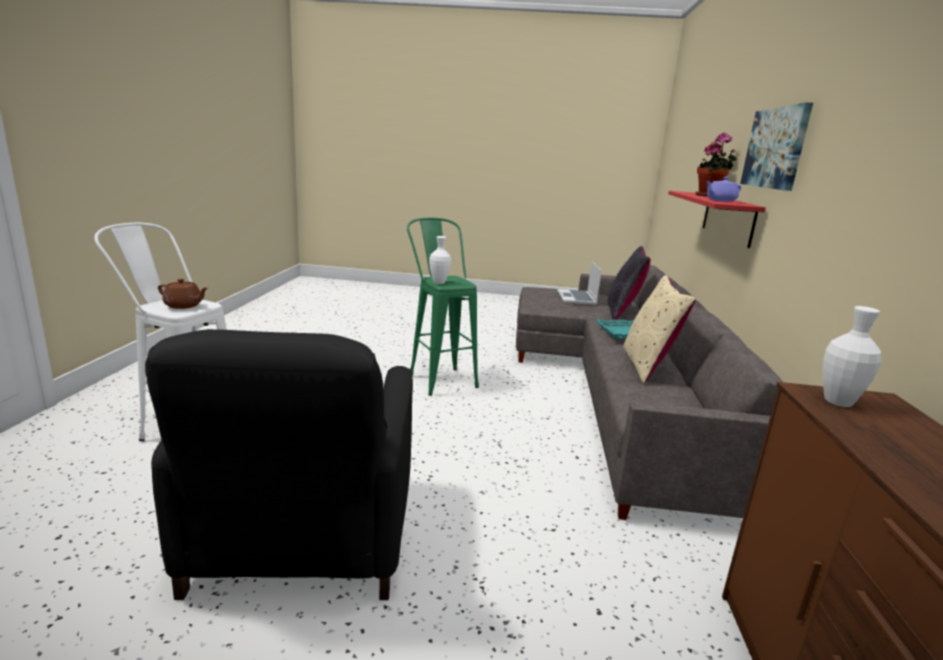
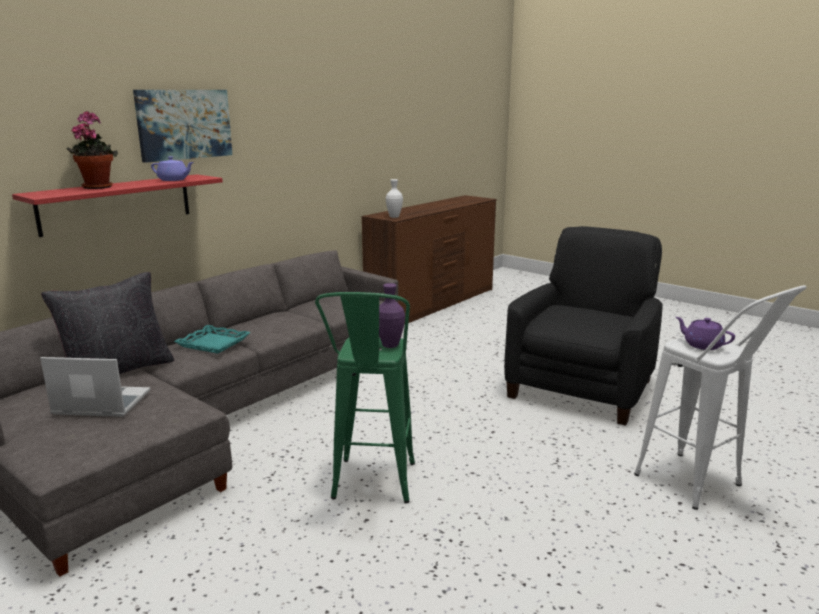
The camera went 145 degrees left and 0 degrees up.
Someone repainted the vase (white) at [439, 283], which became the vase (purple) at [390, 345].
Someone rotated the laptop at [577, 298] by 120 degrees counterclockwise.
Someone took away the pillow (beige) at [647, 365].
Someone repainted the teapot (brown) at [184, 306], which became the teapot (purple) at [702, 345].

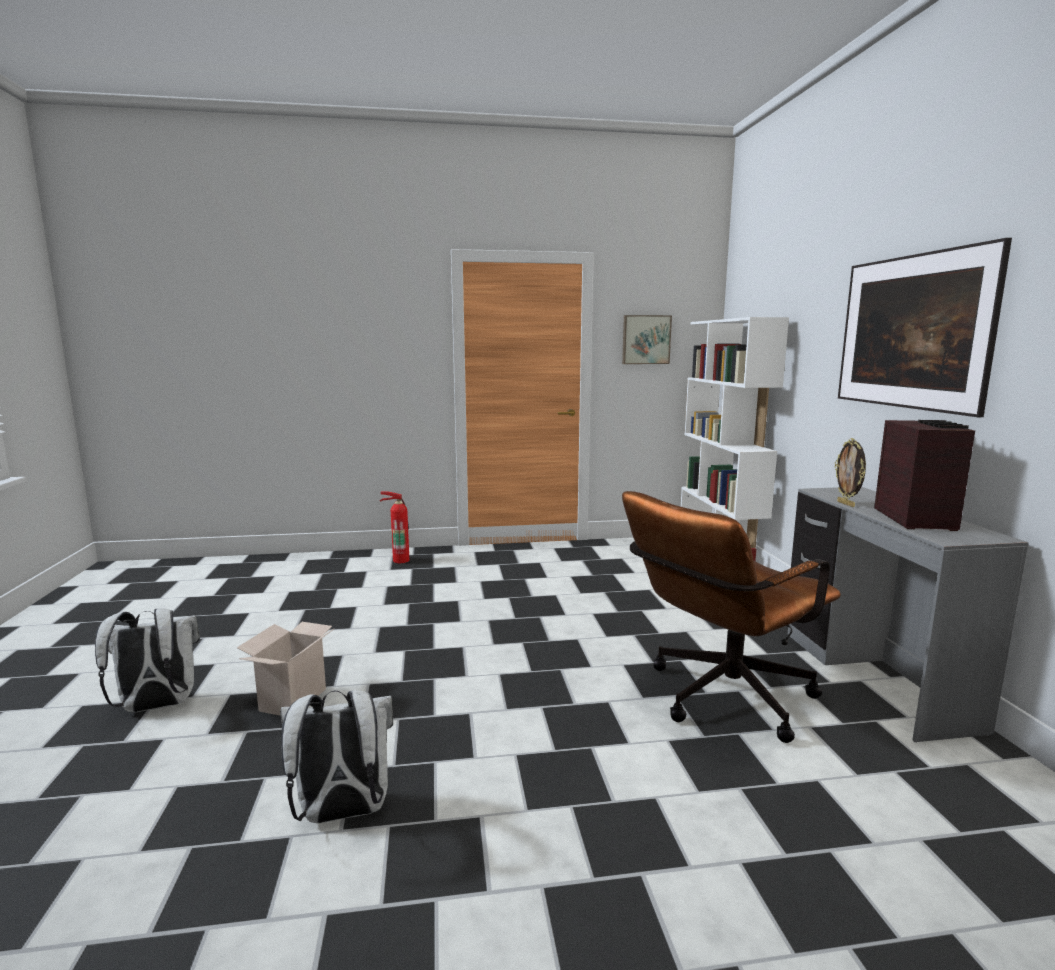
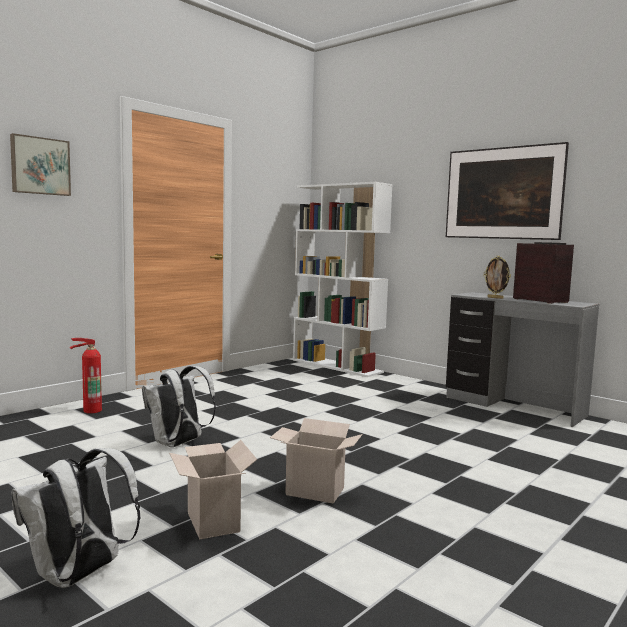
The camera went 40 degrees left and 5 degrees down.
Someone carried the picture from [645, 339] to [40, 166].
Someone took away the office chair (brown) at [720, 699].
Someone carried the backpack (white) from [342, 813] to [178, 444].
Someone put down the cardboard box at [312, 492].

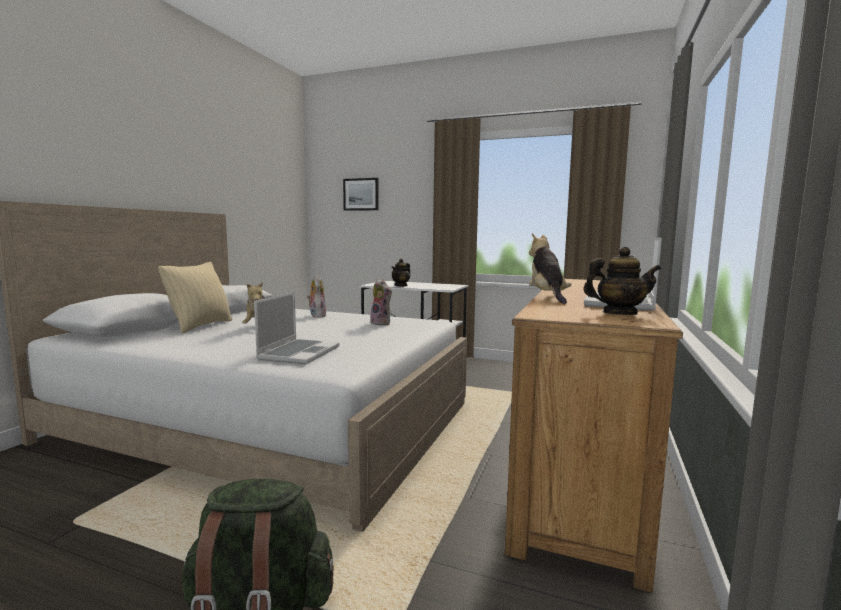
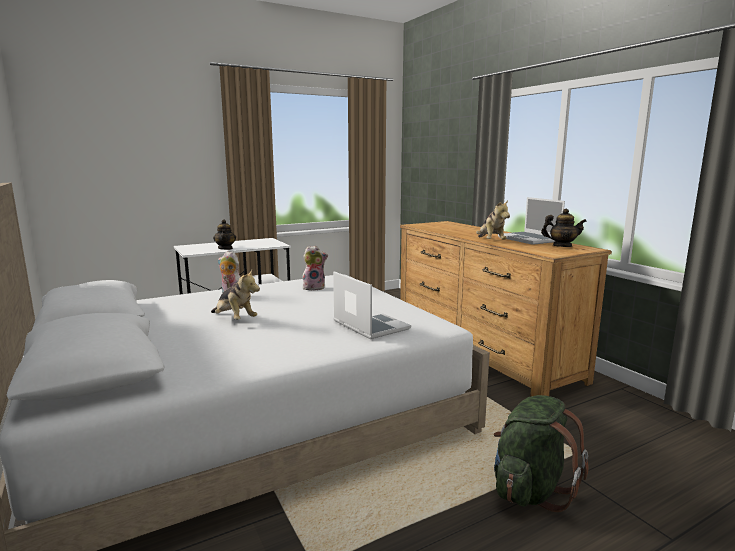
The camera went 50 degrees left and 5 degrees up.
Someone took away the picture at [361, 194].
Someone rotated the plush toy at [547, 297] by 135 degrees counterclockwise.
Someone rotated the teapot at [619, 313] by 60 degrees clockwise.
Someone took away the pillow (beige) at [201, 326].

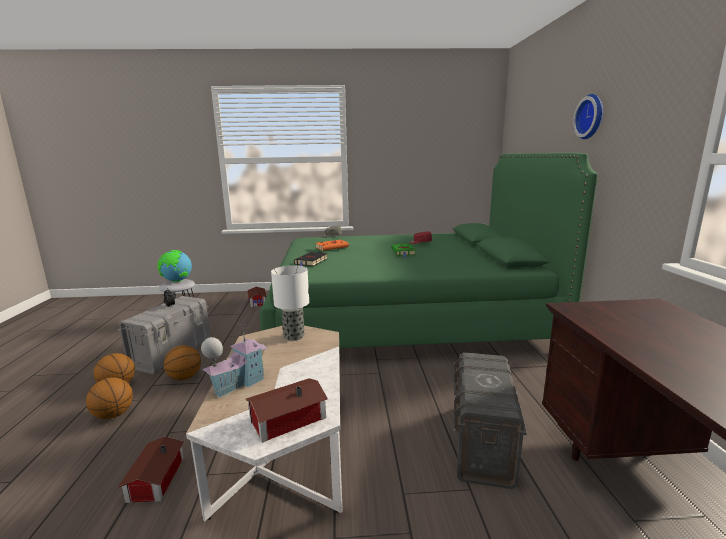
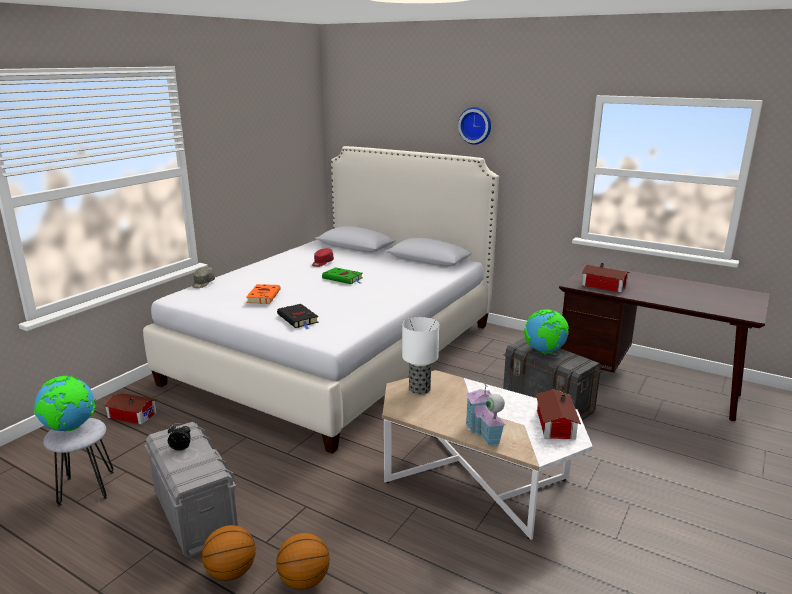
The camera went 55 degrees left and 5 degrees up.
Someone repainted the bed (green) at [405, 318], which became the bed (white) at [337, 352].
Someone took away the basketball at [185, 377].
Someone carried the toy house from [154, 480] to [605, 286].
Someone put down the globe at [545, 351].

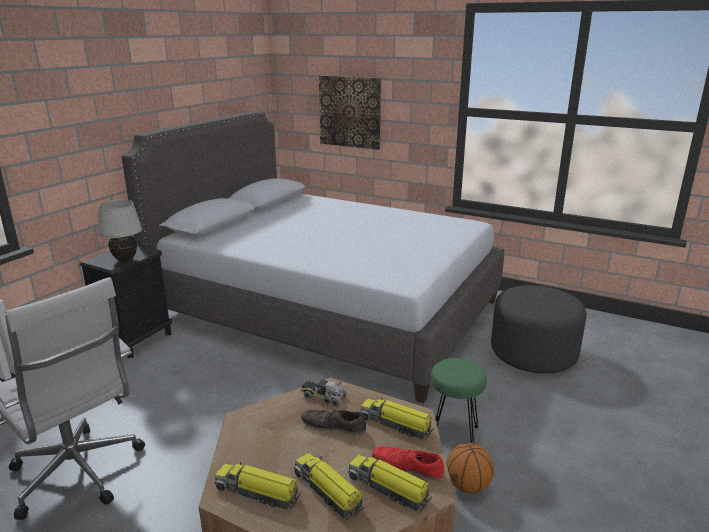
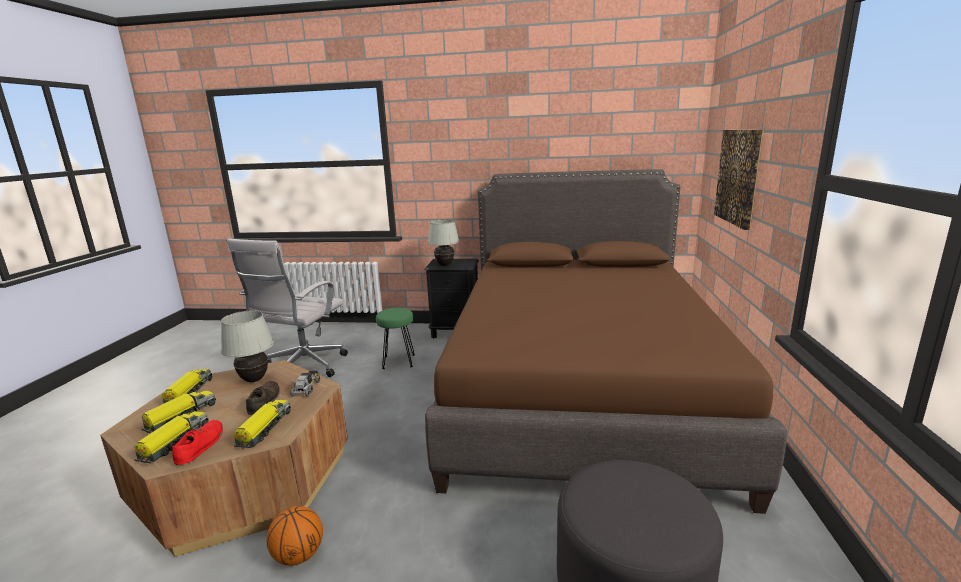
The camera went 70 degrees right and 5 degrees down.
Someone repainted the bed (grey) at [328, 310], which became the bed (brown) at [579, 388].
Someone carried the stool (green) from [453, 435] to [398, 361].
Someone put down the table lamp (white) at [254, 380].

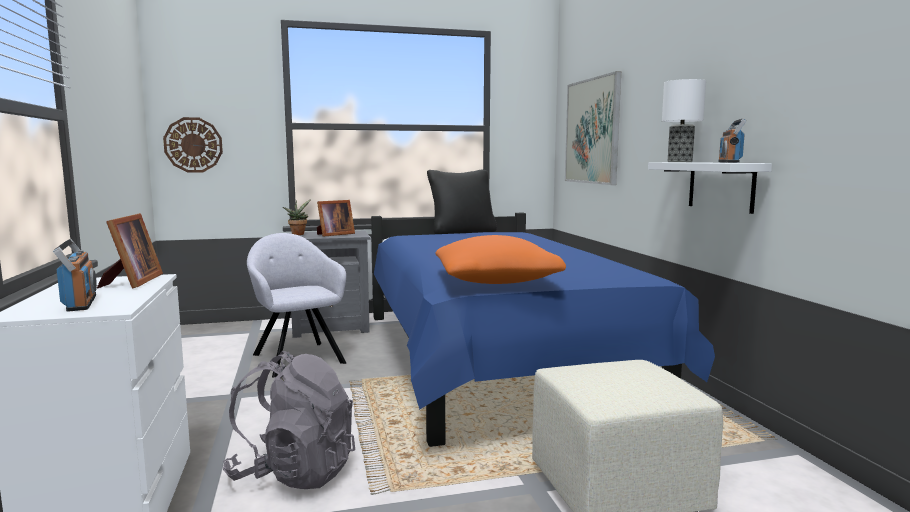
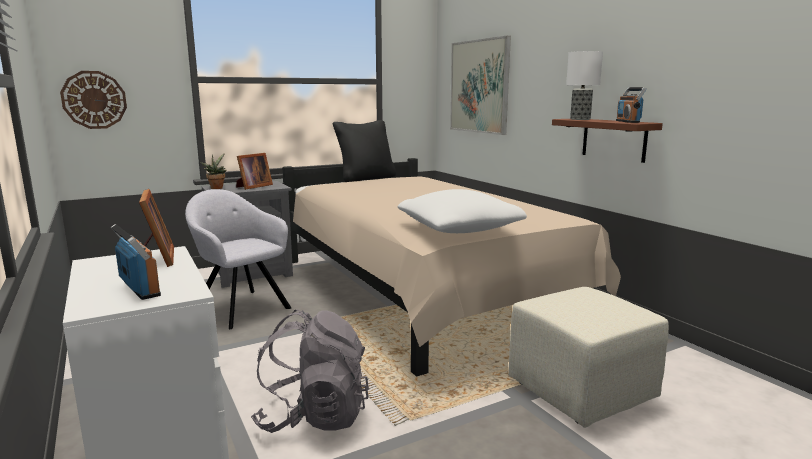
The camera went 15 degrees left and 5 degrees up.
Someone repainted the shelf (white) at [721, 186], which became the shelf (brown) at [614, 139].
Someone repainted the bed (blue) at [494, 361], which became the bed (beige) at [421, 293].
Someone repainted the pillow (orange) at [496, 280], which became the pillow (white) at [459, 229].

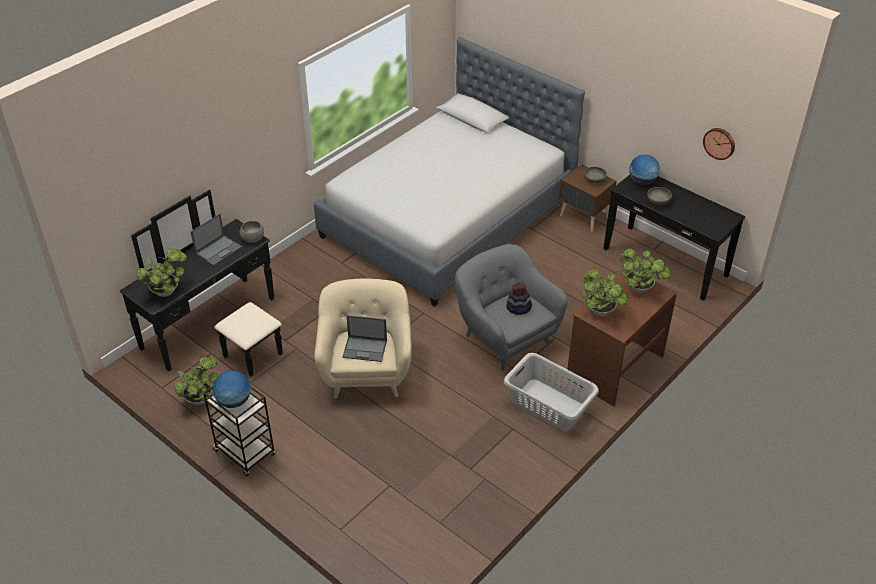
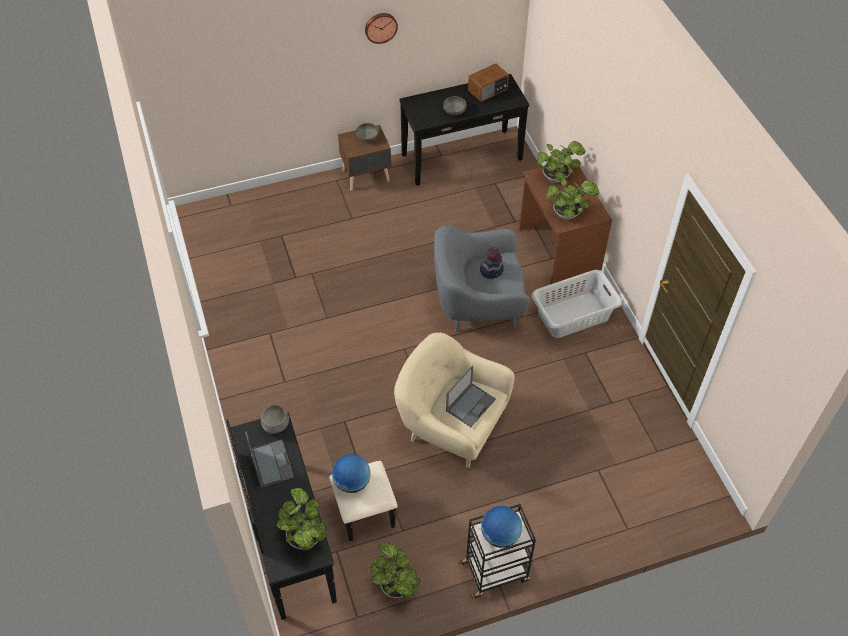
The camera went 60 degrees left and 10 degrees up.
Someone took away the bed at [448, 218].
Someone carried the wall clock from [719, 143] to [380, 27].
Someone carried the globe from [642, 181] to [352, 482].
Someone put down the radio at [488, 90].

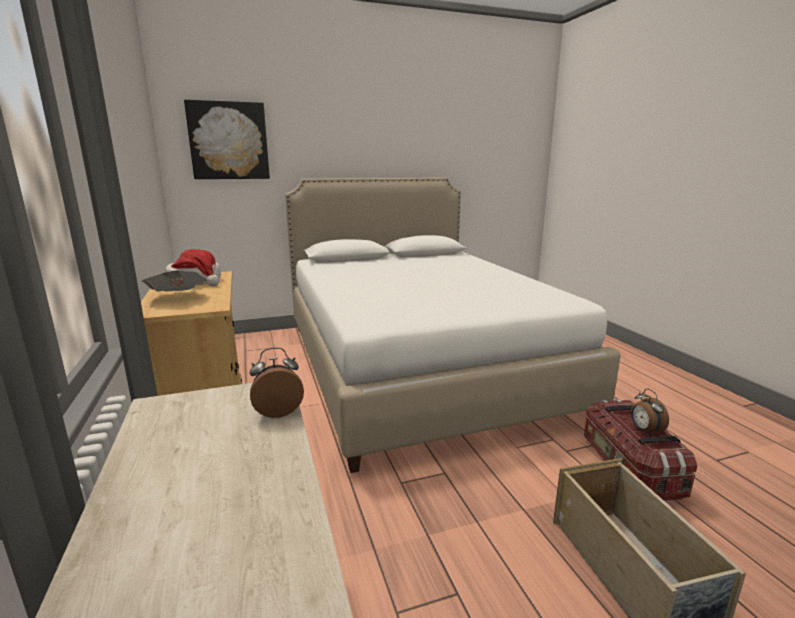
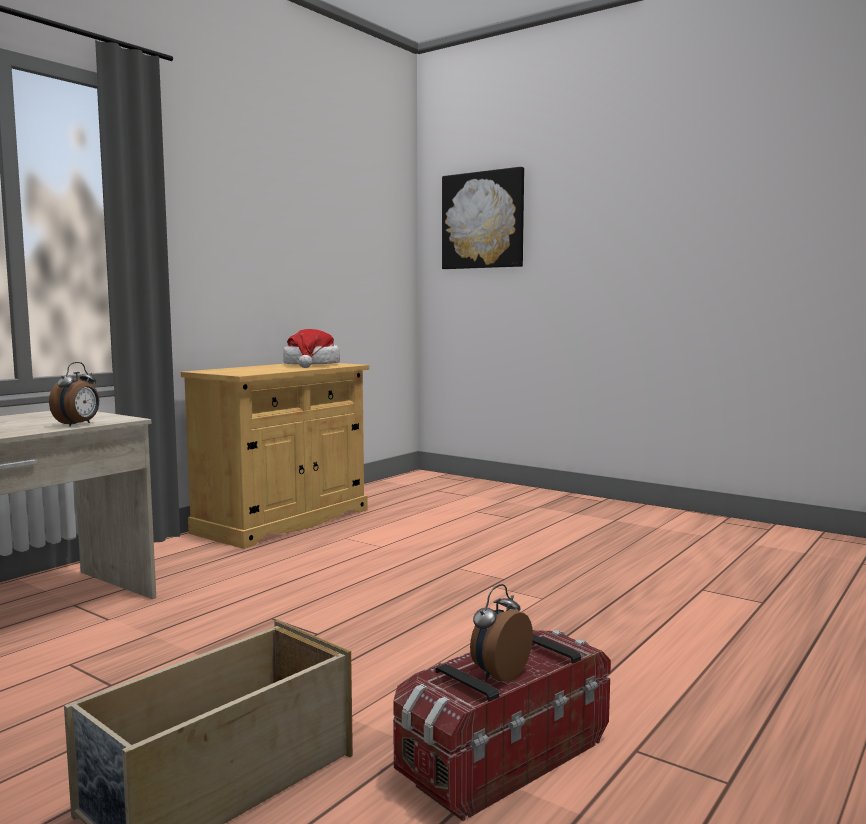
The camera went 55 degrees right and 10 degrees down.
Someone took away the bed (white) at [417, 365].
Someone took away the newspaper at [178, 297].
Someone rotated the alarm clock at [278, 411] by 75 degrees clockwise.

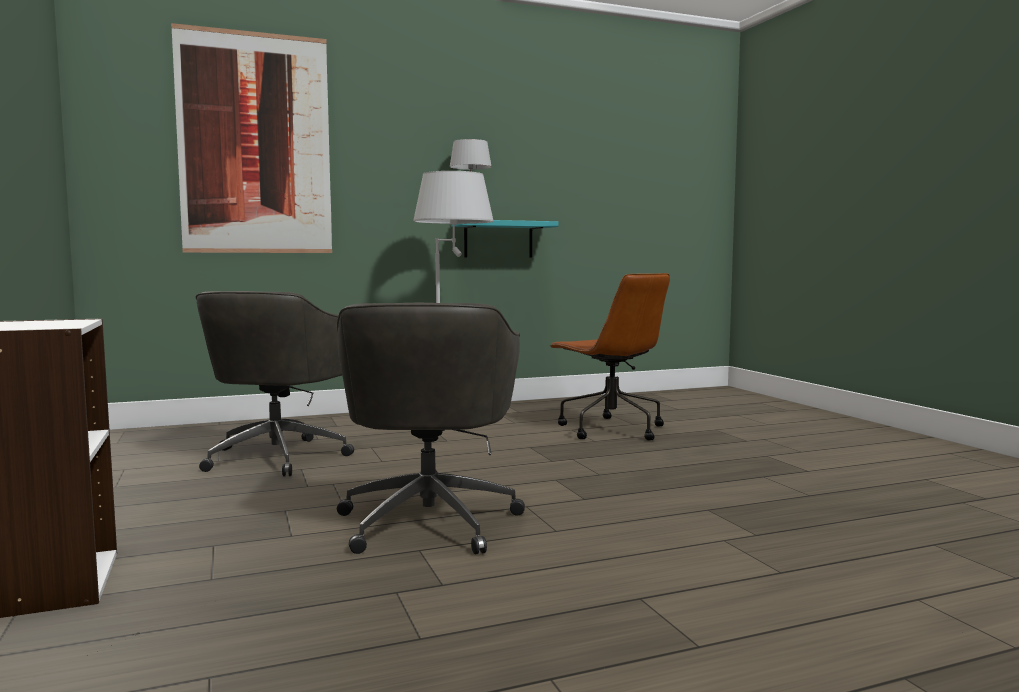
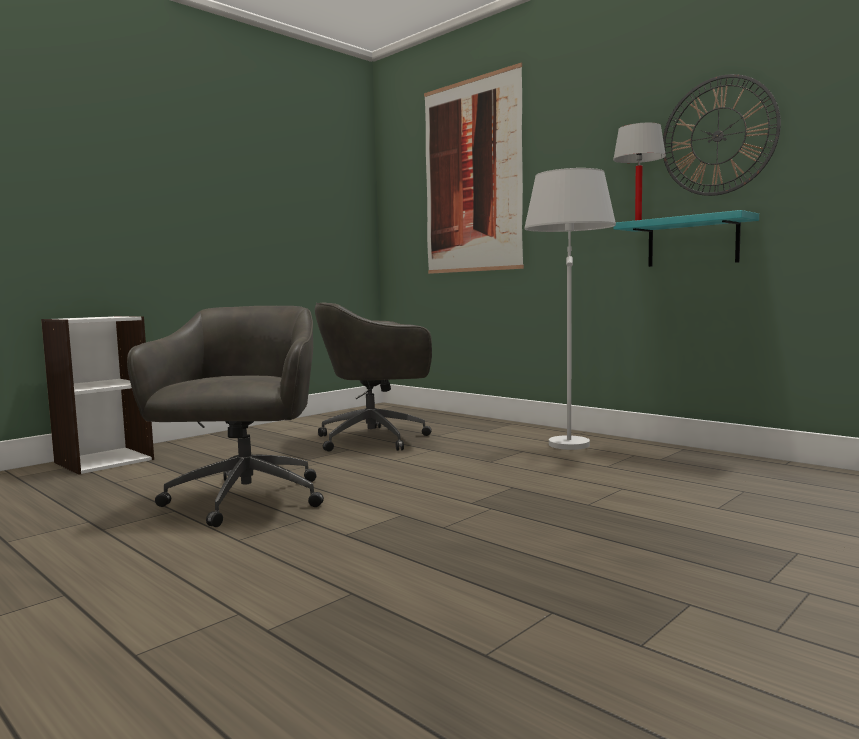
The camera went 65 degrees right and 0 degrees up.
Someone took away the office chair (brown) at [610, 429].
Someone rotated the office chair (grey) at [429, 520] by 120 degrees clockwise.
Someone put up the wall clock at [718, 136].

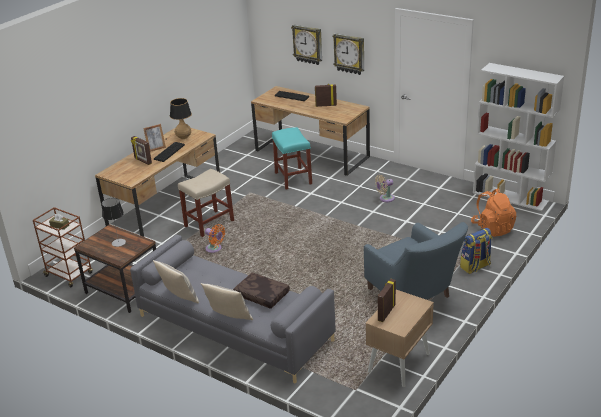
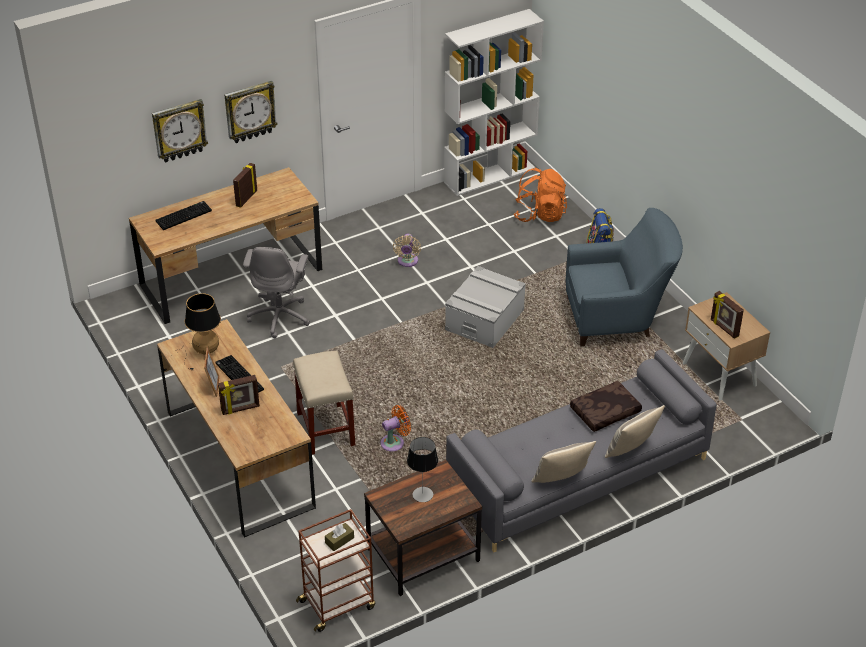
The camera went 65 degrees left and 10 degrees up.
Someone swapped the stool (turquoise) at [293, 178] for the office chair (grey) at [280, 316].
Someone put down the storage box (grey) at [484, 320].

